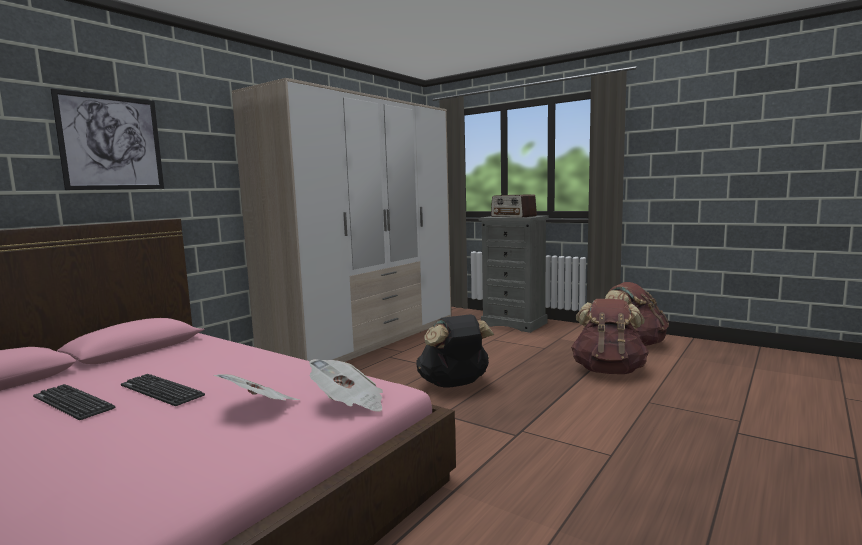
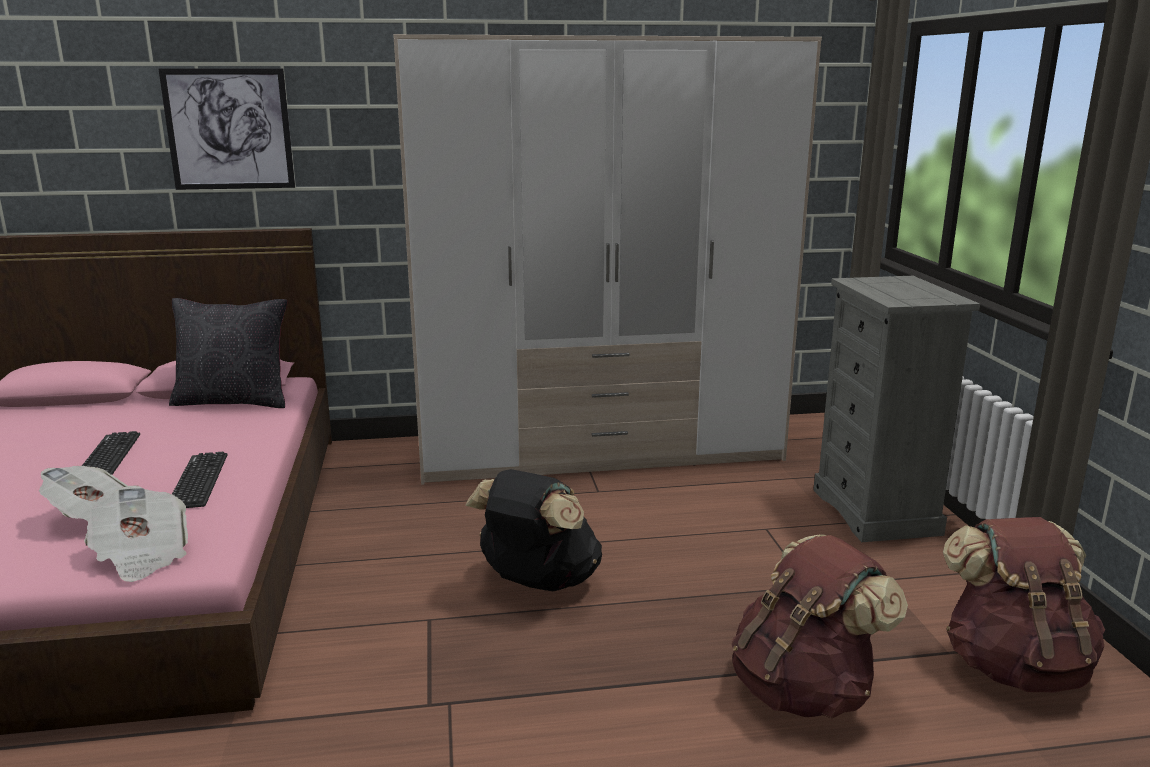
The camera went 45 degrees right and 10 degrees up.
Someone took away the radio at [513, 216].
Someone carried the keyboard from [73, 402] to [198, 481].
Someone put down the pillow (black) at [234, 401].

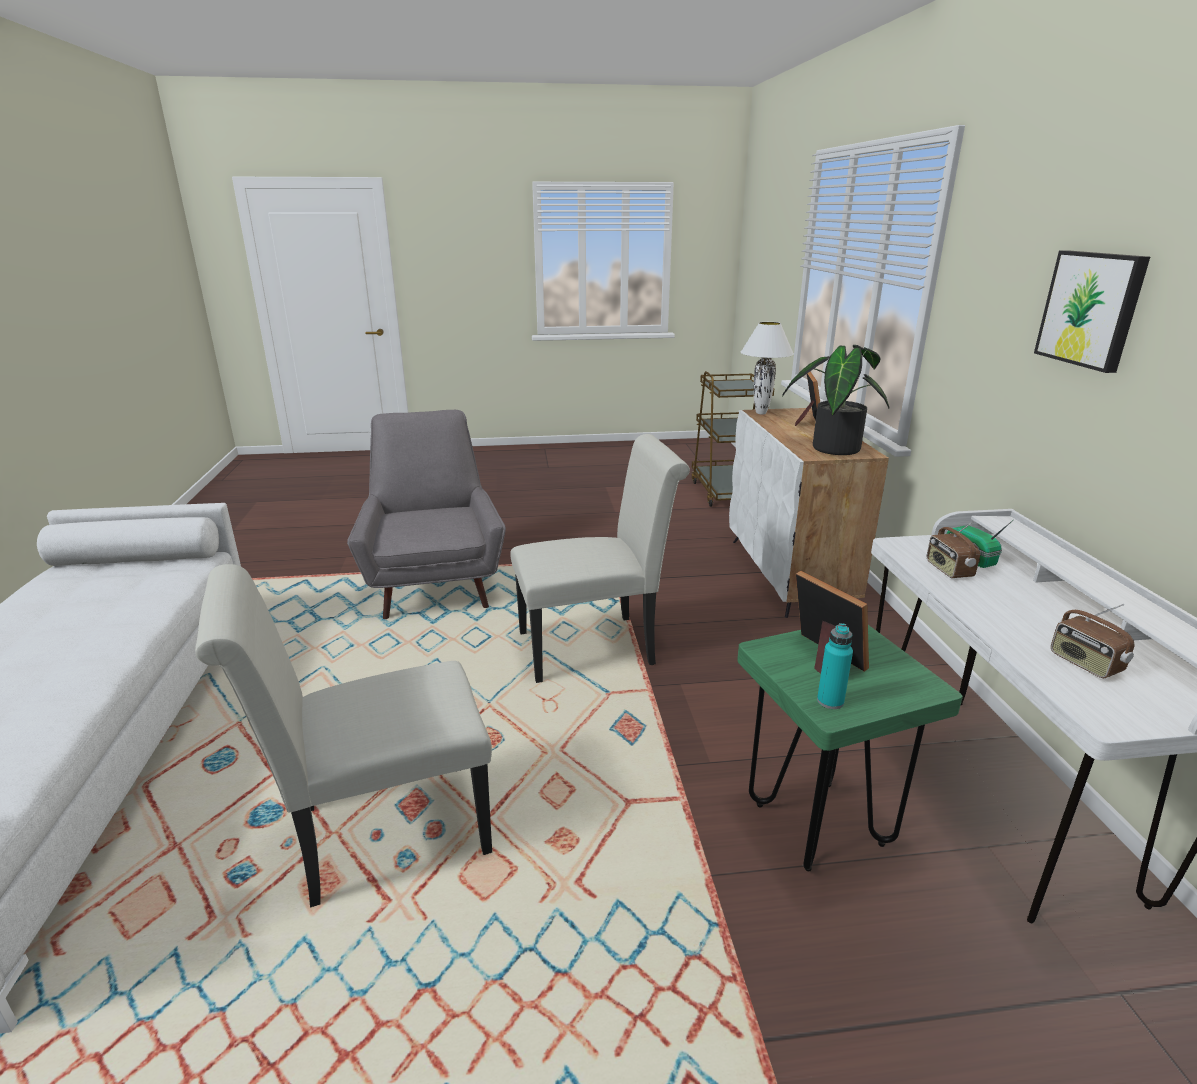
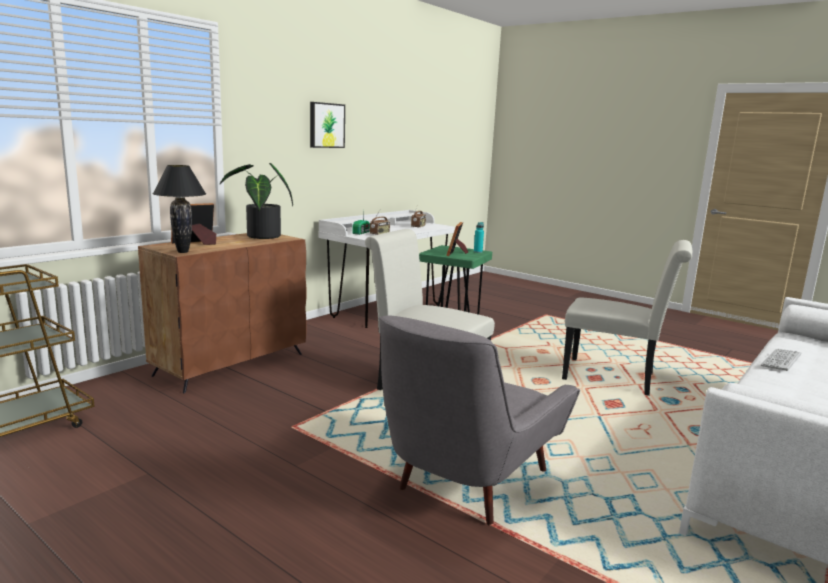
The camera went 135 degrees left and 10 degrees down.
Someone repainted the table lamp (white) at [761, 413], which became the table lamp (black) at [182, 252].
Someone repainted the cabinet (white) at [789, 574], which became the cabinet (brown) at [231, 364].
Someone put down the keyboard at [781, 360].

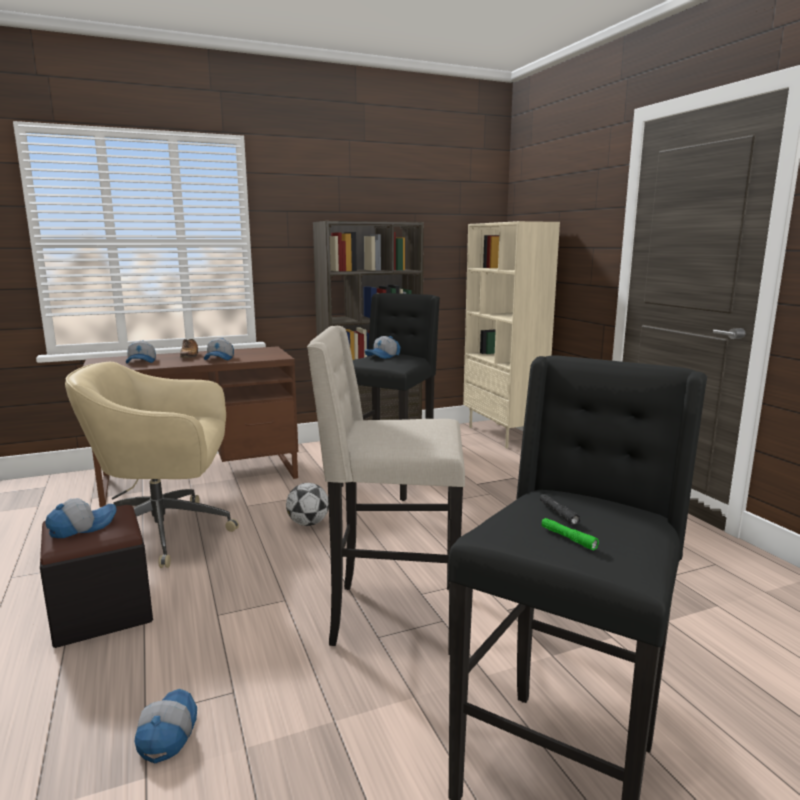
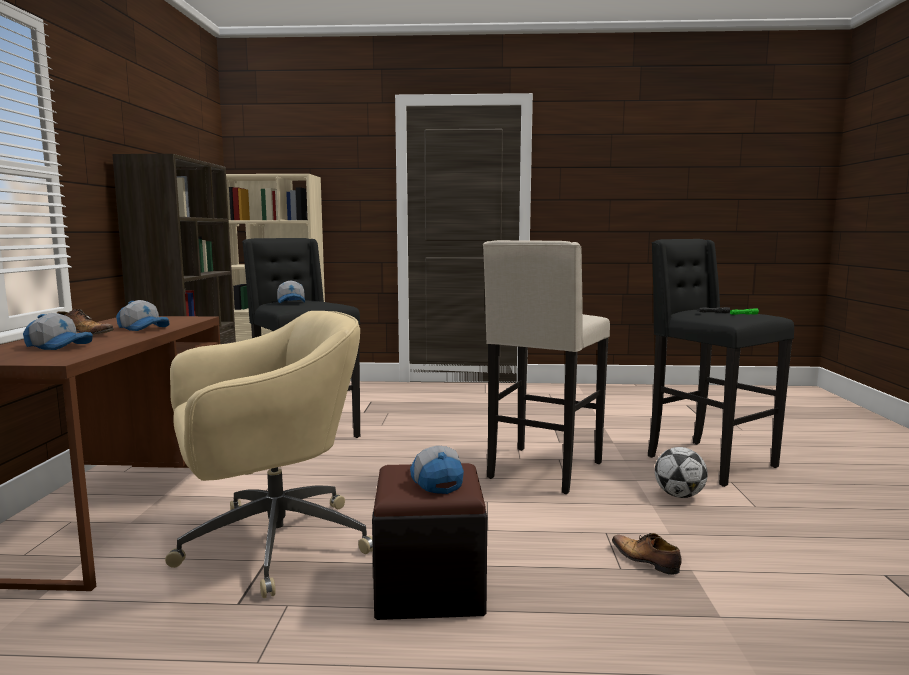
The camera went 65 degrees left and 5 degrees down.
Someone rotated the office chair (beige) at [166, 533] by 135 degrees counterclockwise.
Someone carried the football from [308, 523] to [679, 495].
Someone swapped the cap at [166, 733] for the shoe at [645, 560].

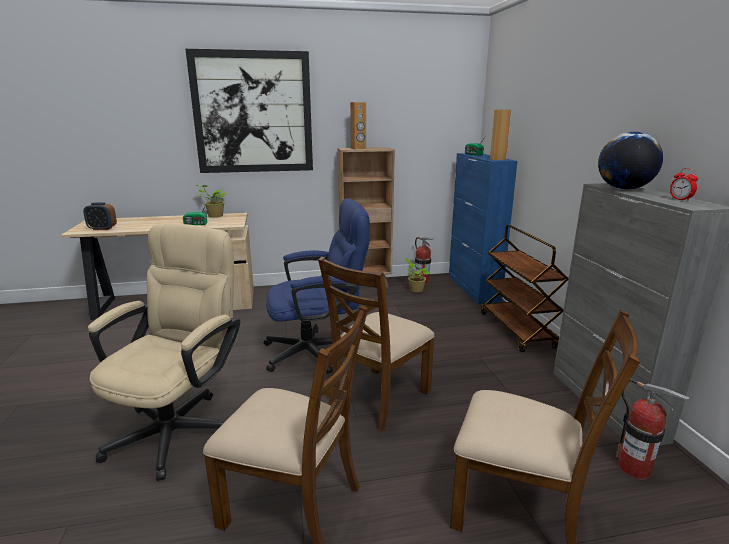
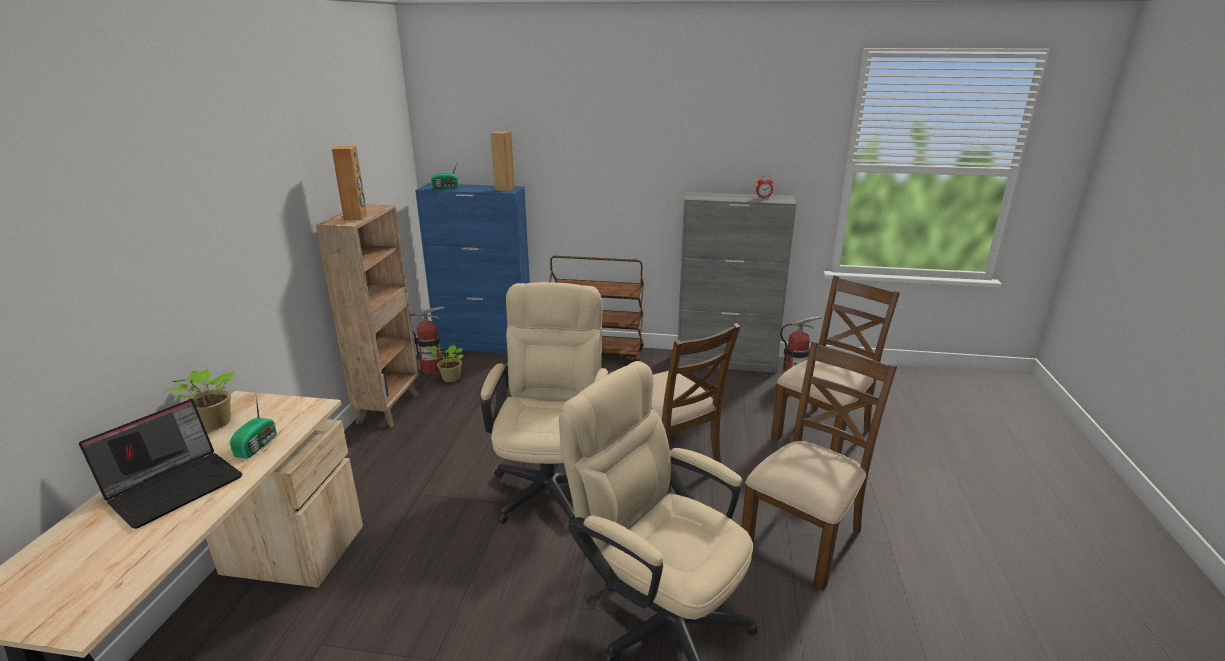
The camera went 70 degrees left and 5 degrees up.
Someone took away the picture at [253, 113].
Someone took away the globe at [624, 189].
Someone repainted the office chair (blue) at [318, 351], which became the office chair (beige) at [551, 482].
Someone took away the alarm clock at [102, 229].
Someone put down the laptop at [175, 485].

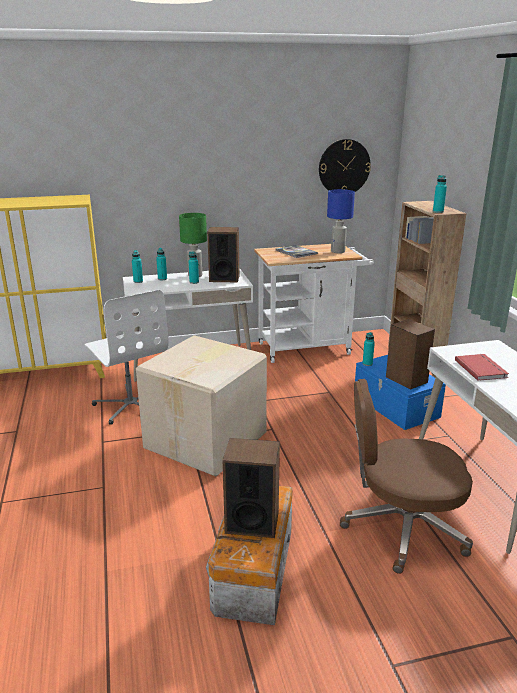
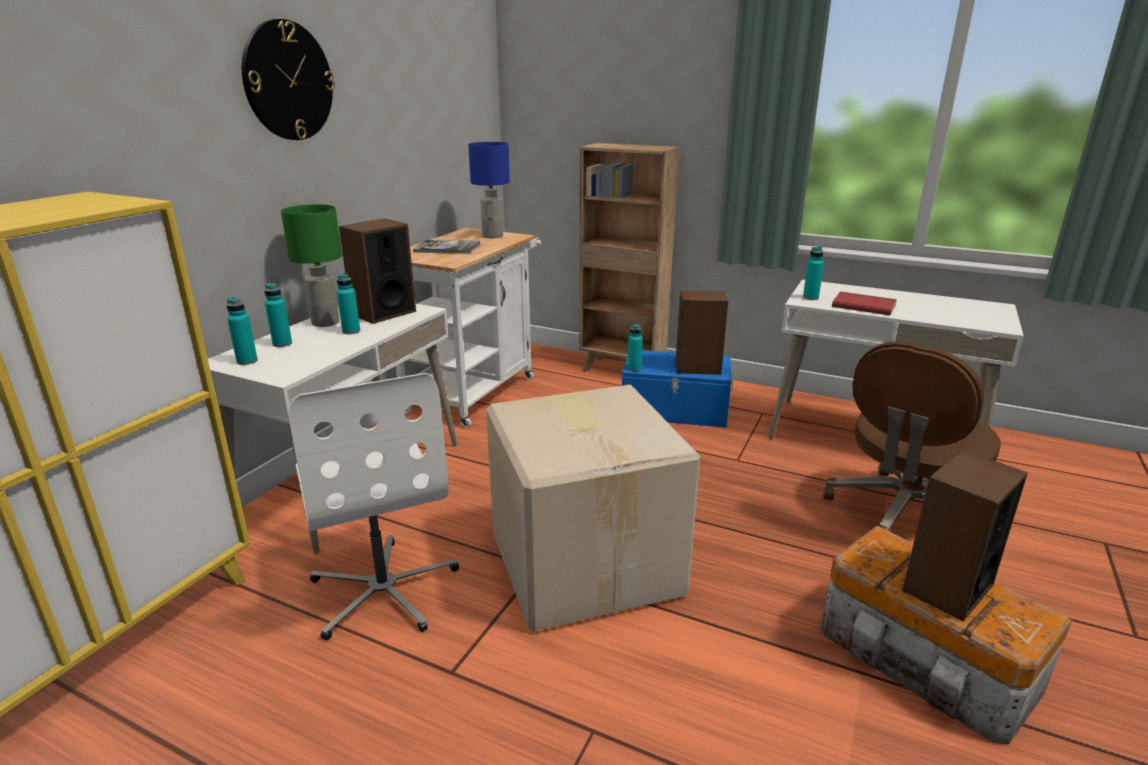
The camera went 50 degrees left and 0 degrees up.
Someone carried the wall clock from [344, 167] to [288, 81].
Someone carried the bottle (turquoise) from [438, 212] to [810, 298].
Someone rotated the office chair (white) at [131, 405] by 60 degrees clockwise.

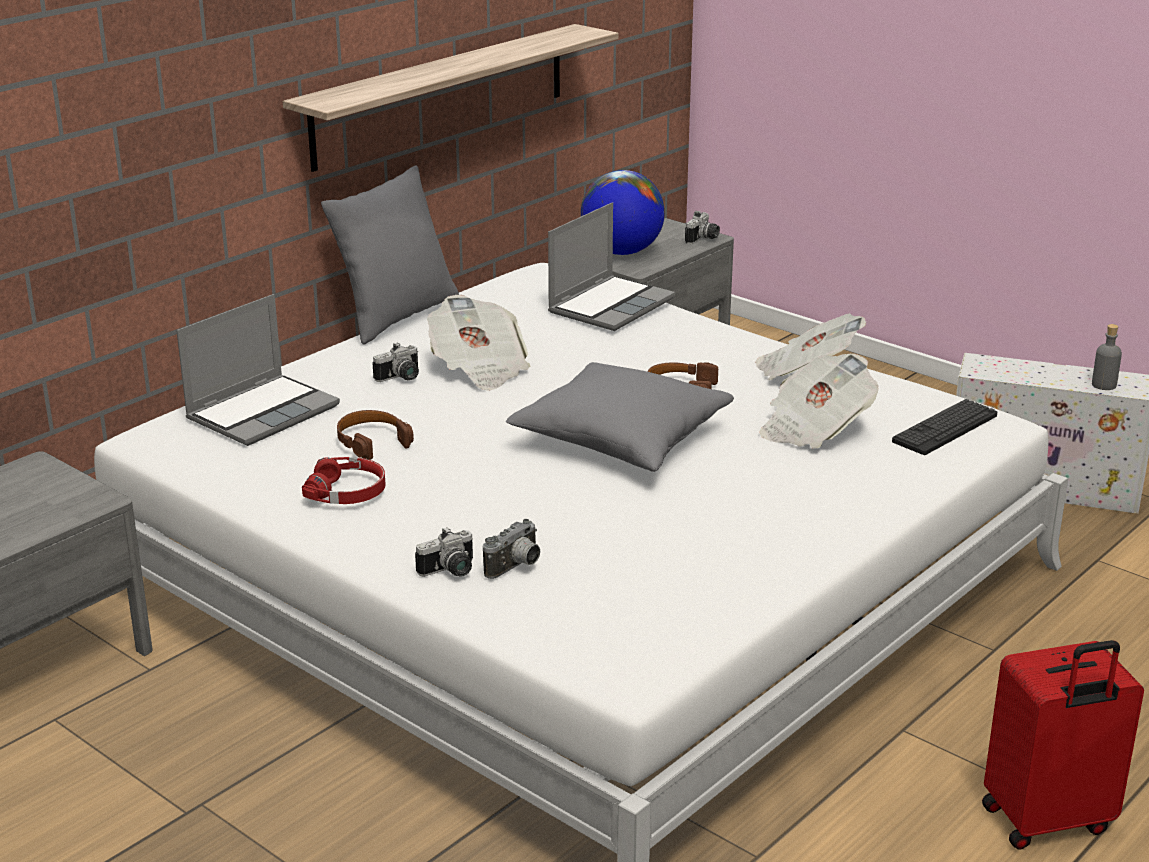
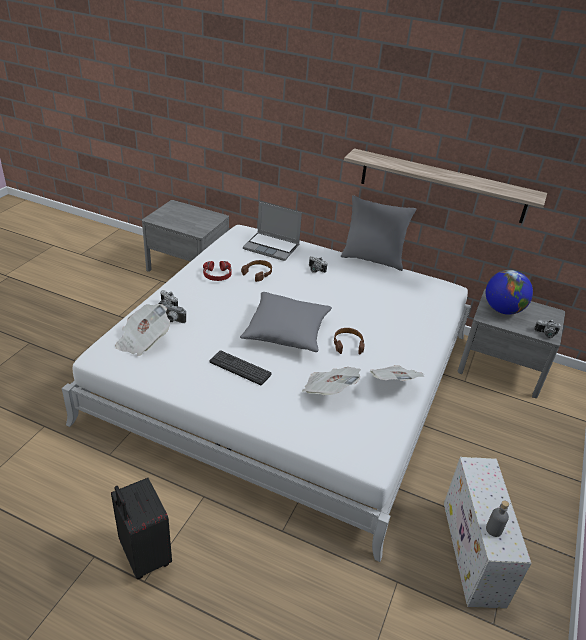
The camera went 70 degrees right and 10 degrees up.
Someone took away the laptop at [610, 305].
Someone carried the newspaper from [479, 368] to [143, 341].
Someone carried the keyboard from [945, 428] to [240, 368].
Someone repainted the suitcase (red) at [1048, 821], which became the suitcase (black) at [143, 555].

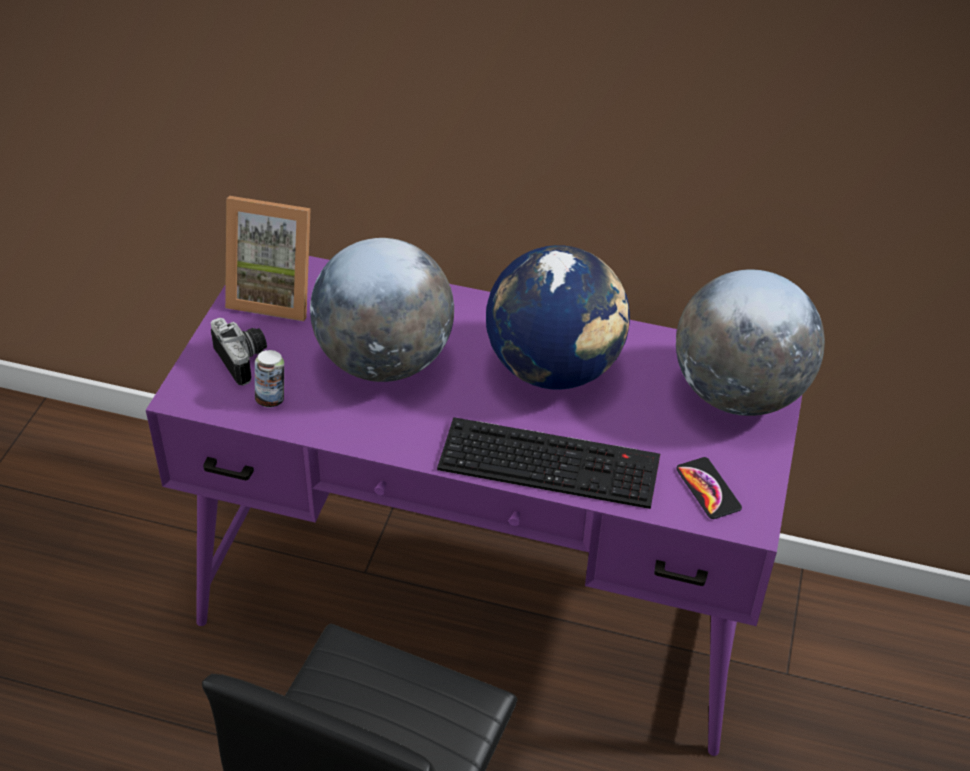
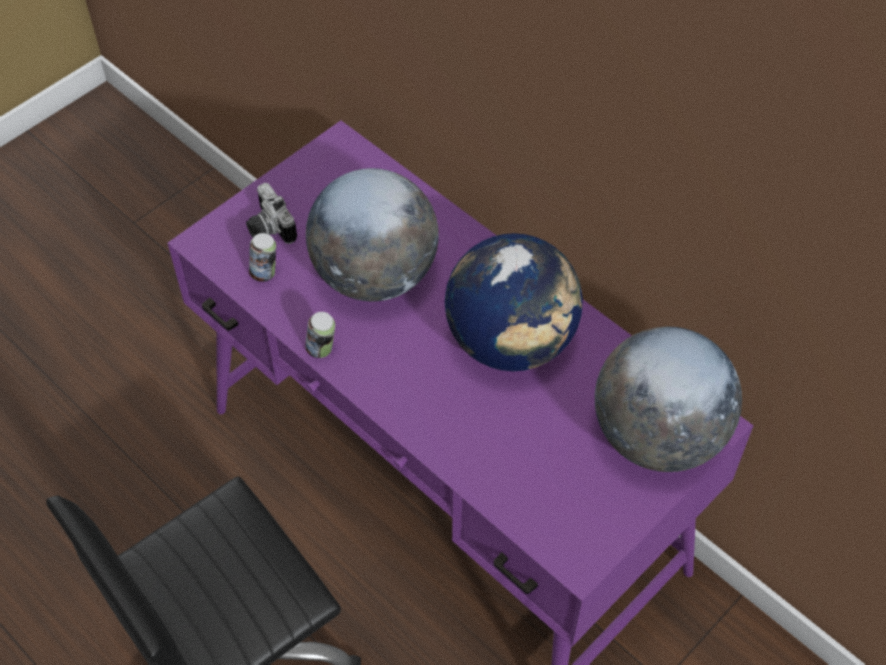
The camera went 30 degrees right and 10 degrees up.
Someone took away the picture frame at [275, 294].
Someone rotated the photo camera at [245, 359] by 150 degrees clockwise.
Someone took away the keyboard at [552, 462].
Someone took away the phone at [708, 489].
Someone put down the can at [322, 350].

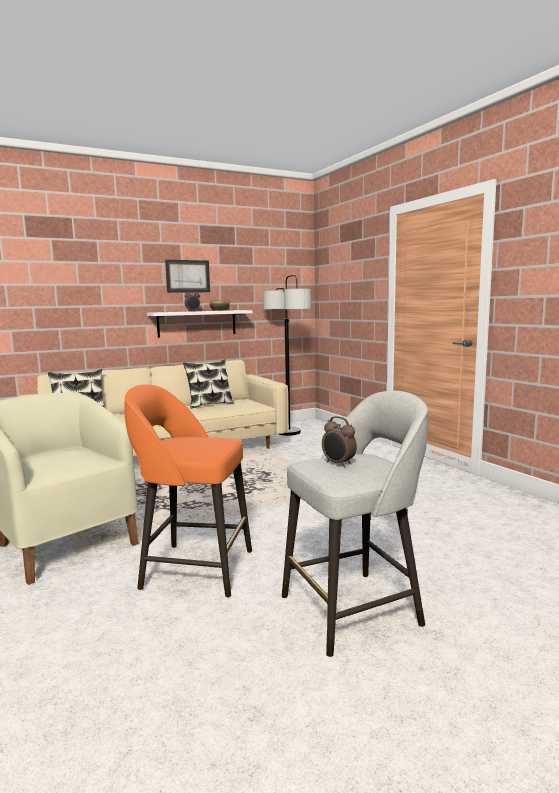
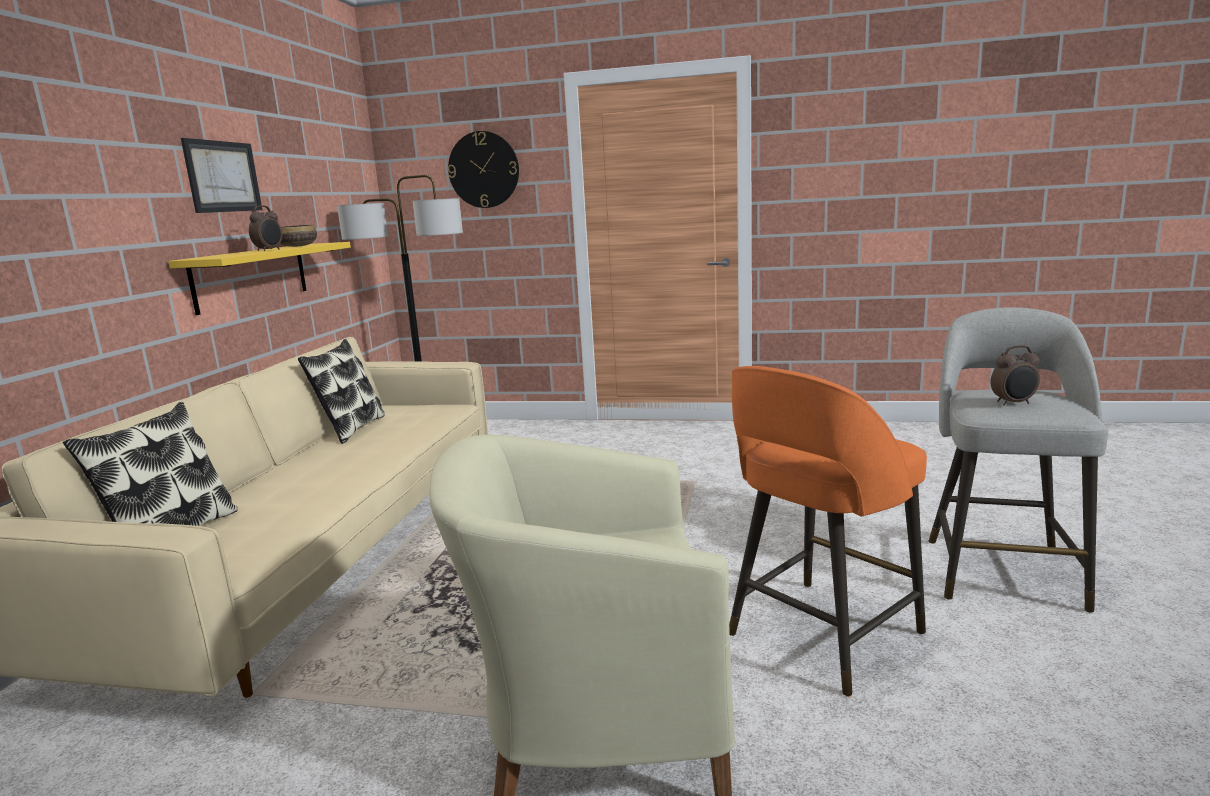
The camera went 50 degrees left and 5 degrees up.
Someone repainted the shelf (white) at [197, 323], which became the shelf (yellow) at [251, 276].
Someone put up the wall clock at [484, 170].

